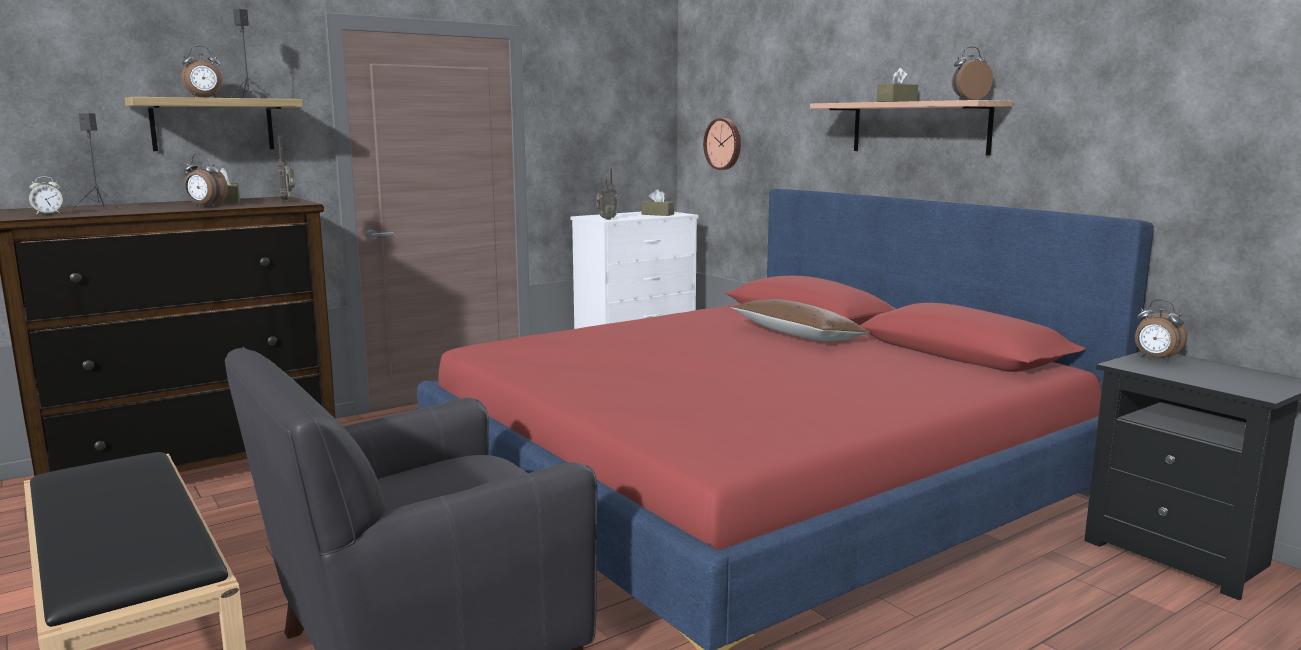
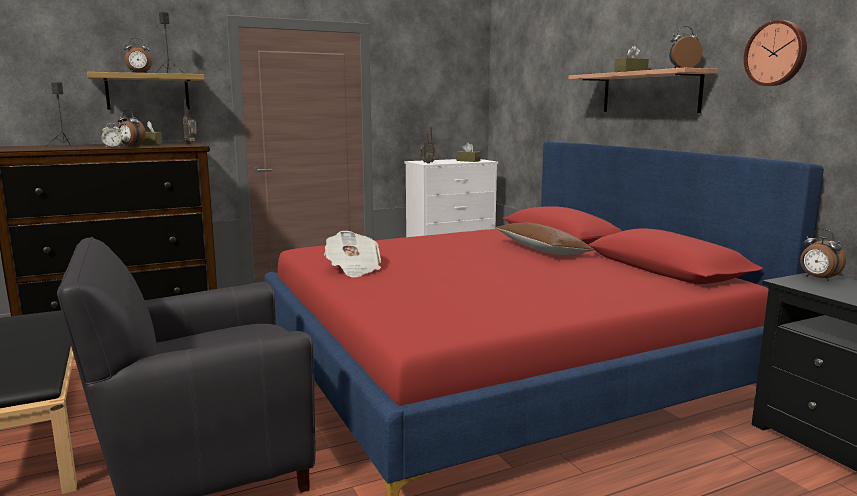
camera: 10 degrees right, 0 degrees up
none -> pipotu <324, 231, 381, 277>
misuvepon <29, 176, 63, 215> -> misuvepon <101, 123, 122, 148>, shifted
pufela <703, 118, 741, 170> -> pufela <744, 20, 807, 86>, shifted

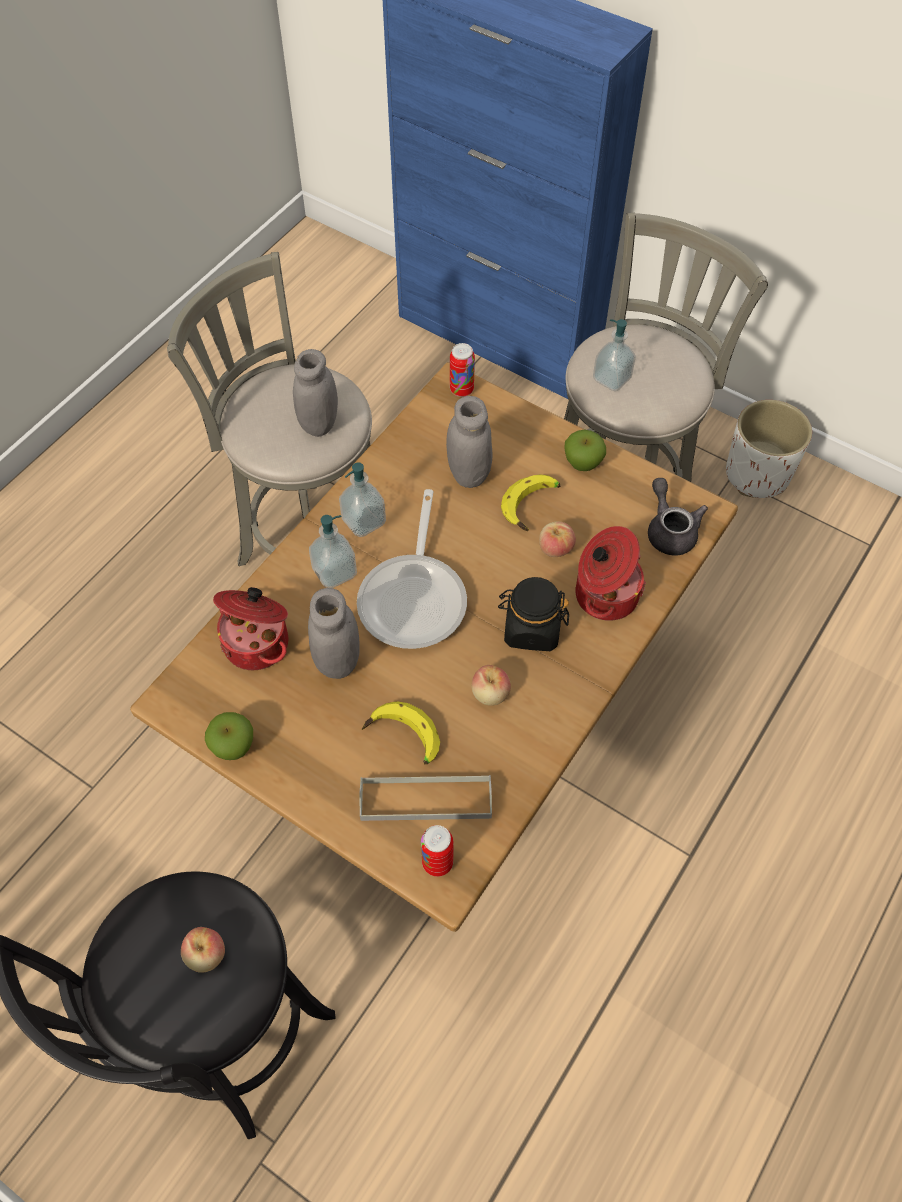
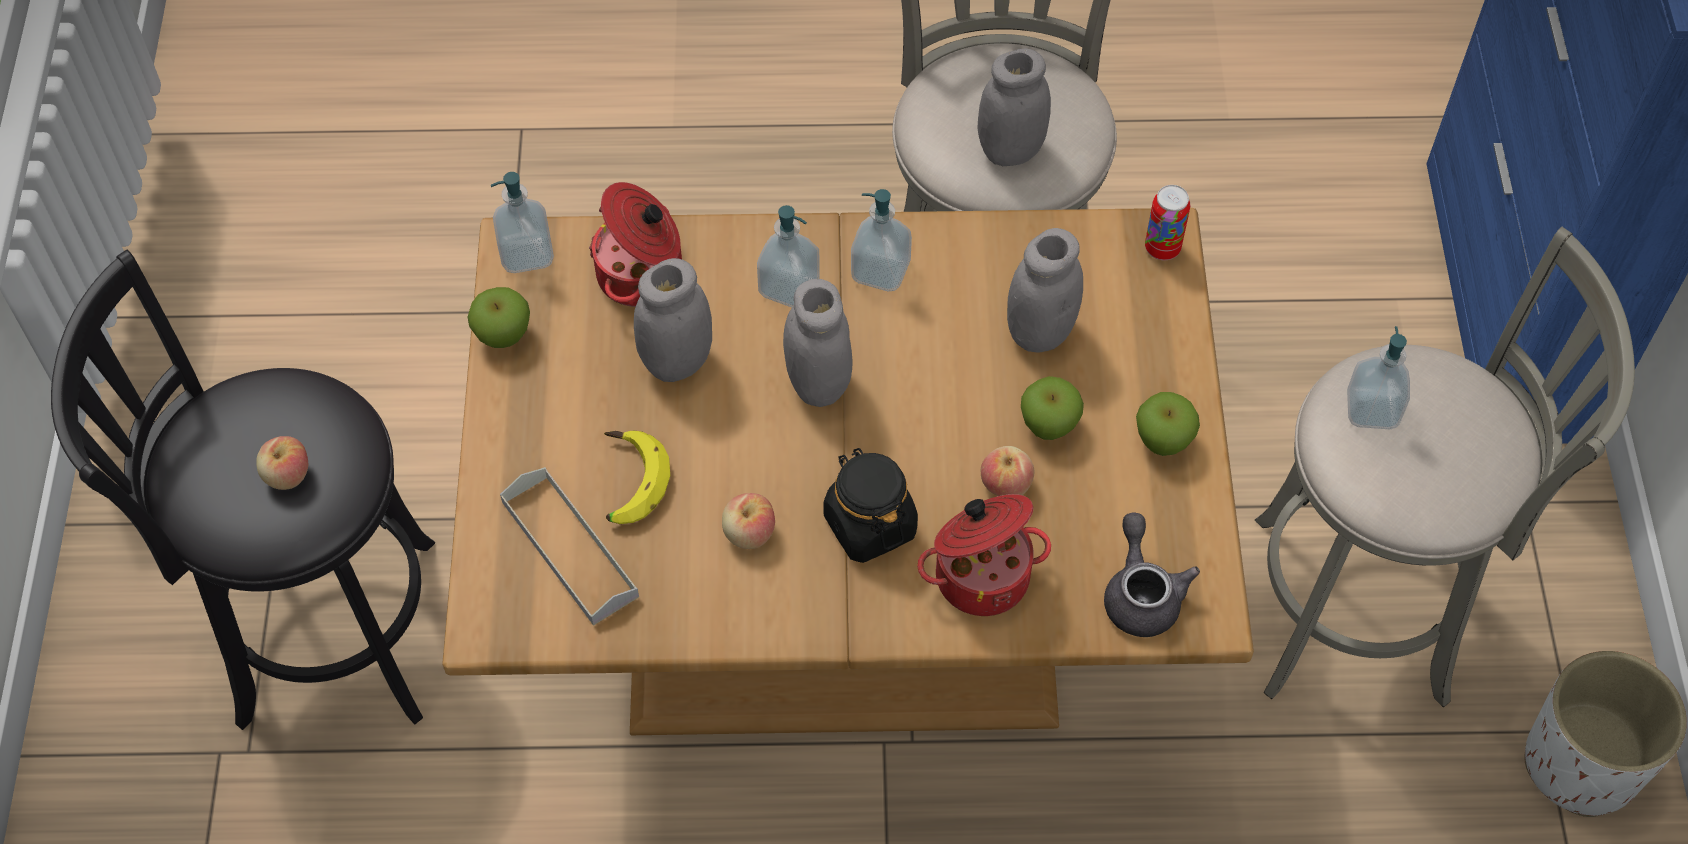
camera: 55 degrees right, 0 degrees up
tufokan <421, 825, 453, 877> -> none
none -> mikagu <491, 172, 554, 273>
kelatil <357, 489, 467, 649> -> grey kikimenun <783, 279, 852, 407>
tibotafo <501, 474, 560, 531> -> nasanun <1021, 376, 1084, 440>
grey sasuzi <648, 478, 708, 555> -> grey sasuzi <1104, 512, 1200, 637>, 45 degrees counterclockwise

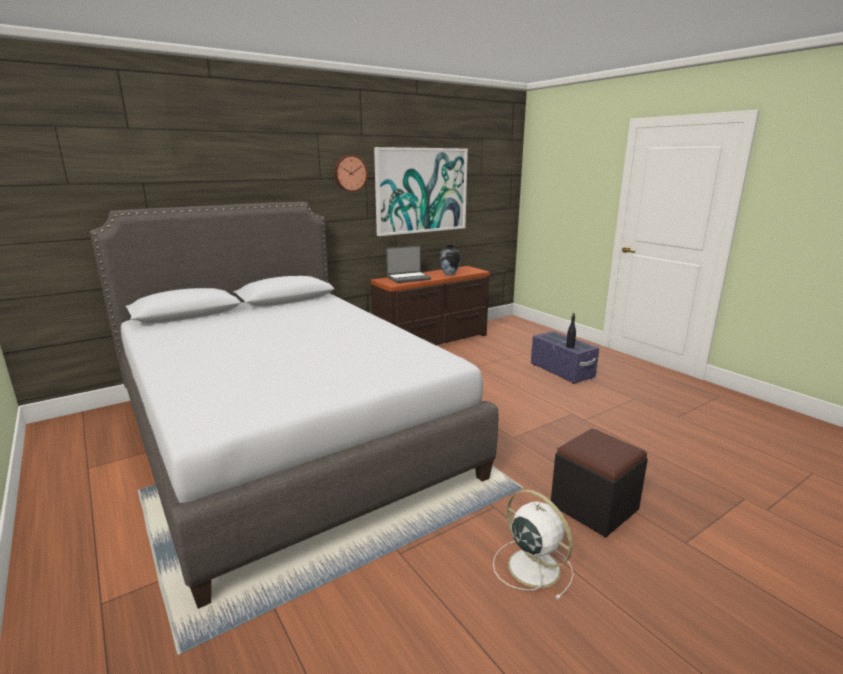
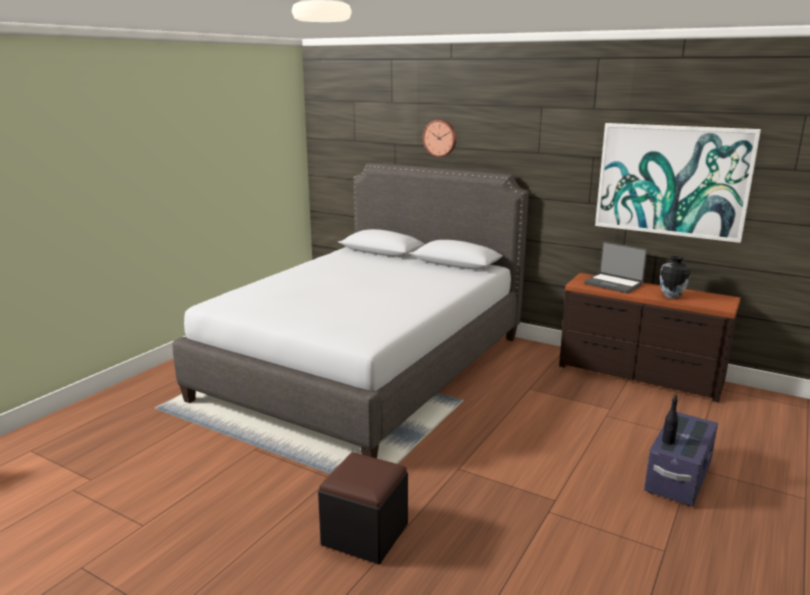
camera: 65 degrees right, 0 degrees up
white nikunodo <493, 489, 574, 600> -> none
pufela <334, 155, 368, 192> -> pufela <422, 120, 456, 157>, shifted

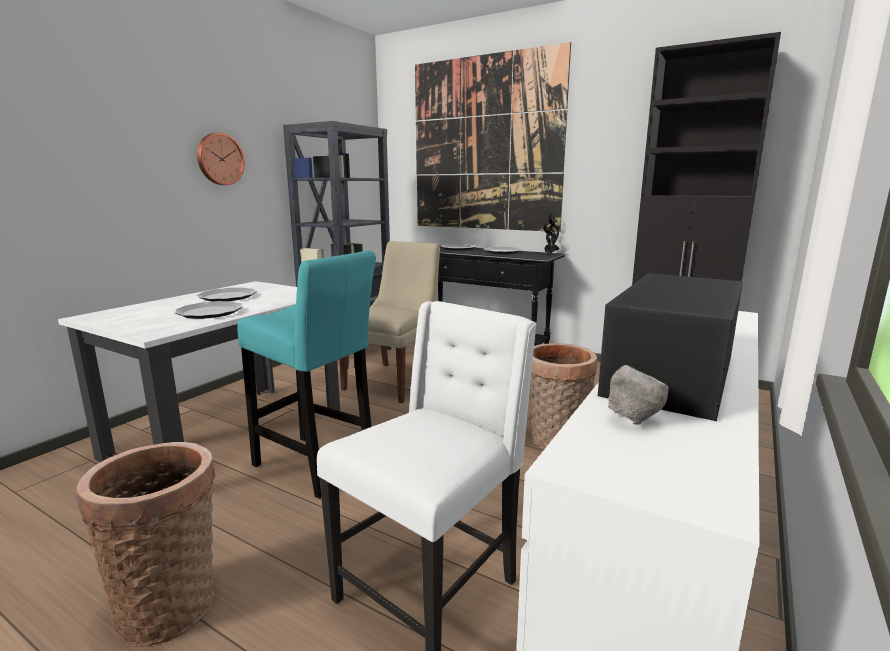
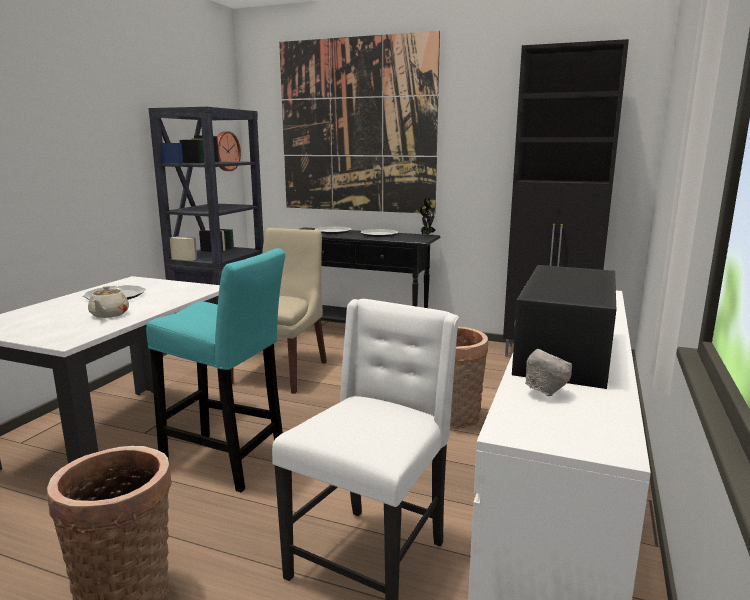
camera: 10 degrees left, 0 degrees up
pufela <197, 133, 245, 185> -> pufela <217, 131, 241, 171>, shifted
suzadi <175, 301, 243, 319> -> beige sasuzi <88, 286, 129, 318>

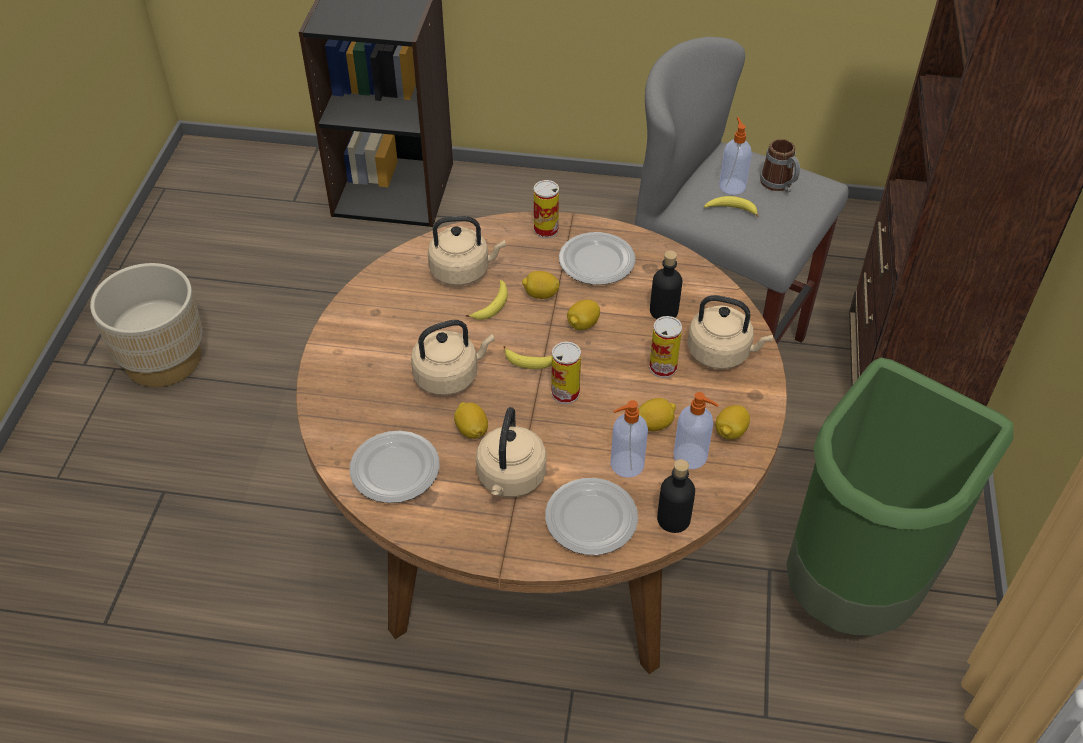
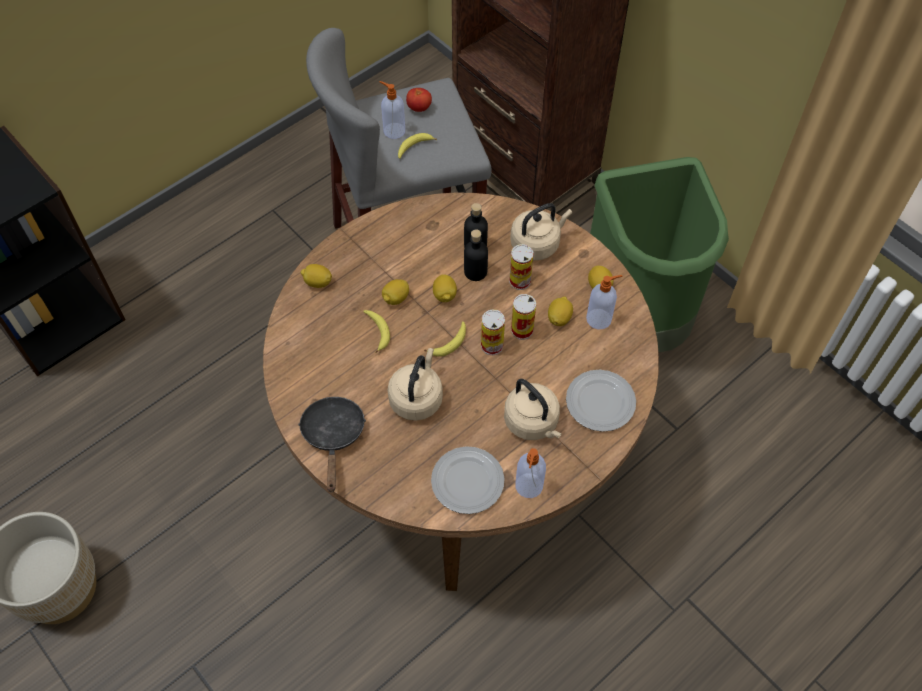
camera: 50 degrees left, 10 degrees up
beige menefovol <428, 216, 506, 286> -> none
suzadi <559, 232, 636, 285> -> none
none -> black kelatil <298, 397, 366, 492>
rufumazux <454, 402, 488, 439> -> rufumazux <301, 264, 332, 288>, shifted
tufokan <534, 180, 559, 238> -> tufokan <511, 294, 536, 340>, shifted
mikagu <610, 400, 648, 478> -> mikagu <515, 448, 546, 498>, shifted
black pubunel <657, 459, 695, 533> -> black pubunel <464, 229, 488, 281>, shifted
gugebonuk <760, 139, 800, 193> -> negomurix <406, 88, 432, 112>

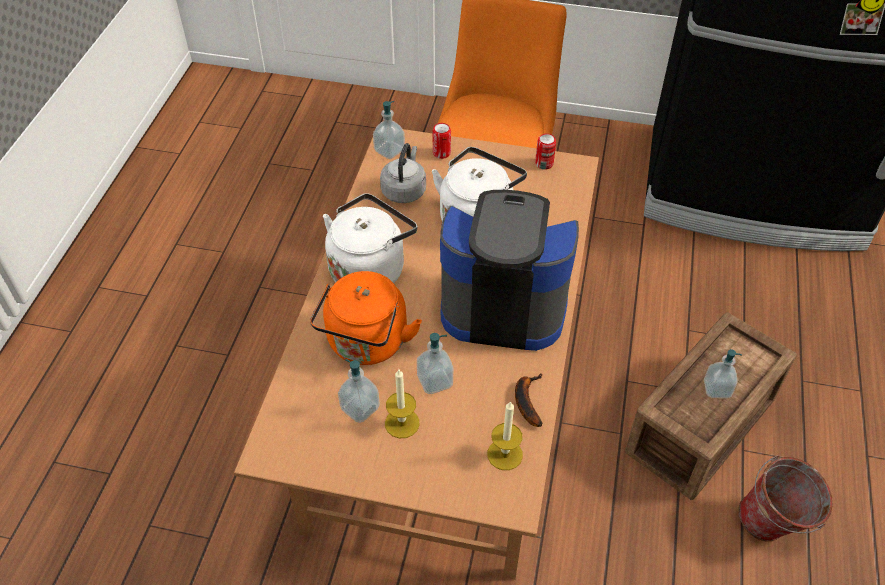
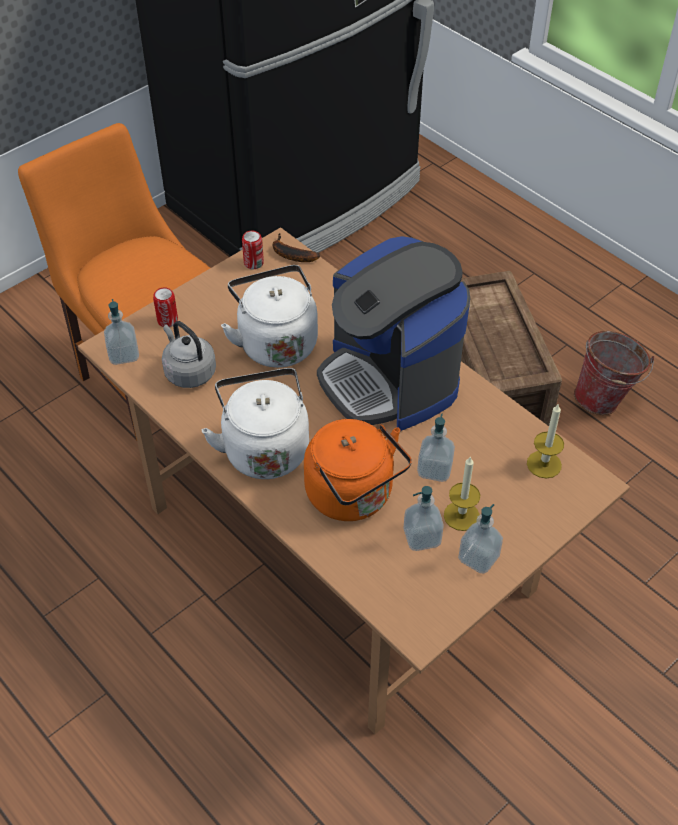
camera: 55 degrees left, 0 degrees up
tibotafo <515, 374, 543, 427> -> tibotafo <273, 233, 320, 262>, shifted
mikagu <704, 349, 742, 398> -> mikagu <458, 504, 503, 574>, shifted
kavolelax <440, 190, 579, 351> -> kavolelax <317, 236, 470, 431>, 75 degrees counterclockwise

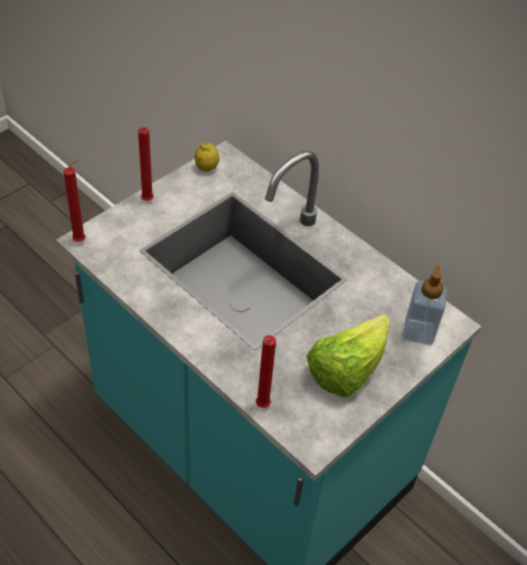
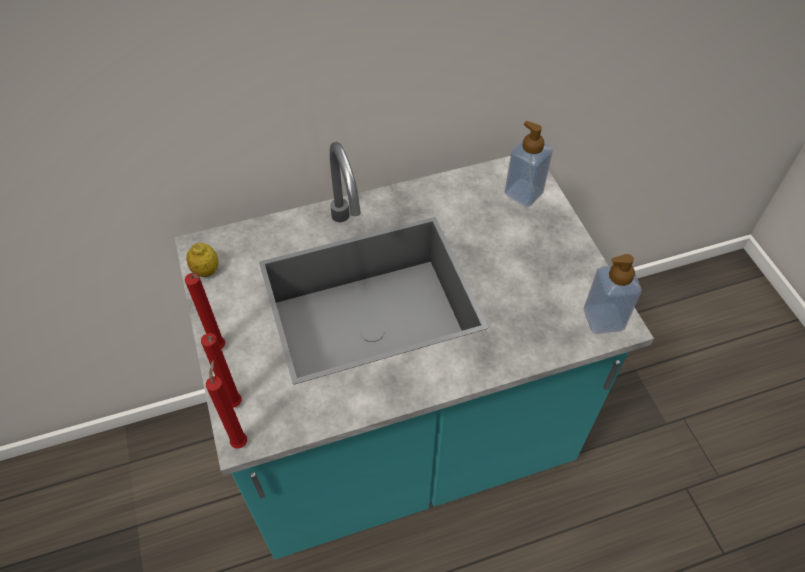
camera: 60 degrees left, 5 degrees up
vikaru <307, 314, 390, 397> -> none
none -> mikagu <584, 254, 642, 334>
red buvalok <256, 335, 276, 408> -> red buvalok <201, 333, 242, 407>, shifted

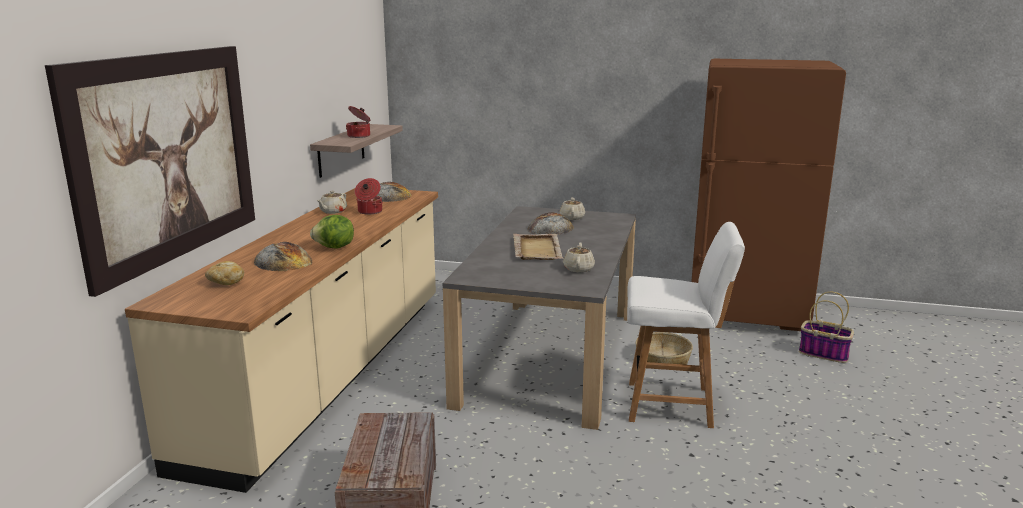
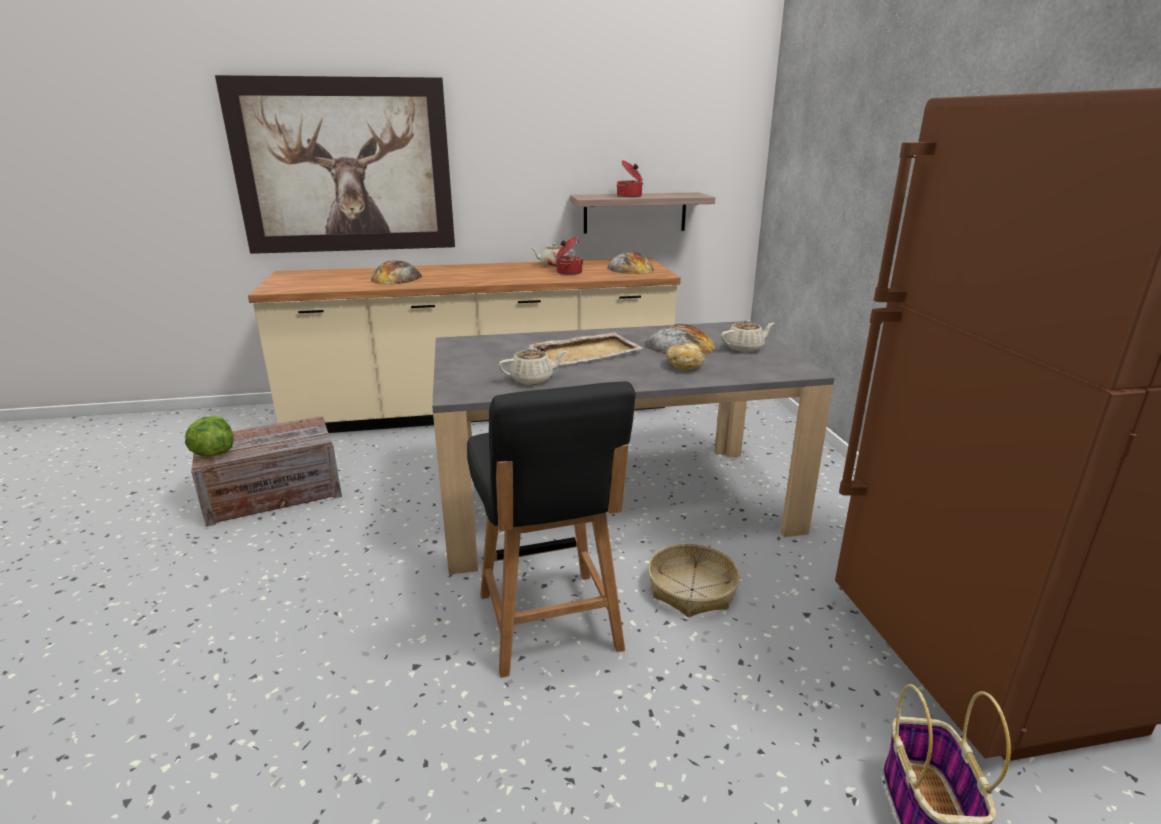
camera: 65 degrees right, 5 degrees up
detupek <205, 261, 244, 285> -> detupek <666, 343, 705, 370>, shifted
vikaru <310, 215, 354, 249> -> vikaru <185, 416, 234, 457>, shifted
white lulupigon <627, 222, 745, 428> -> black lulupigon <467, 382, 636, 678>

